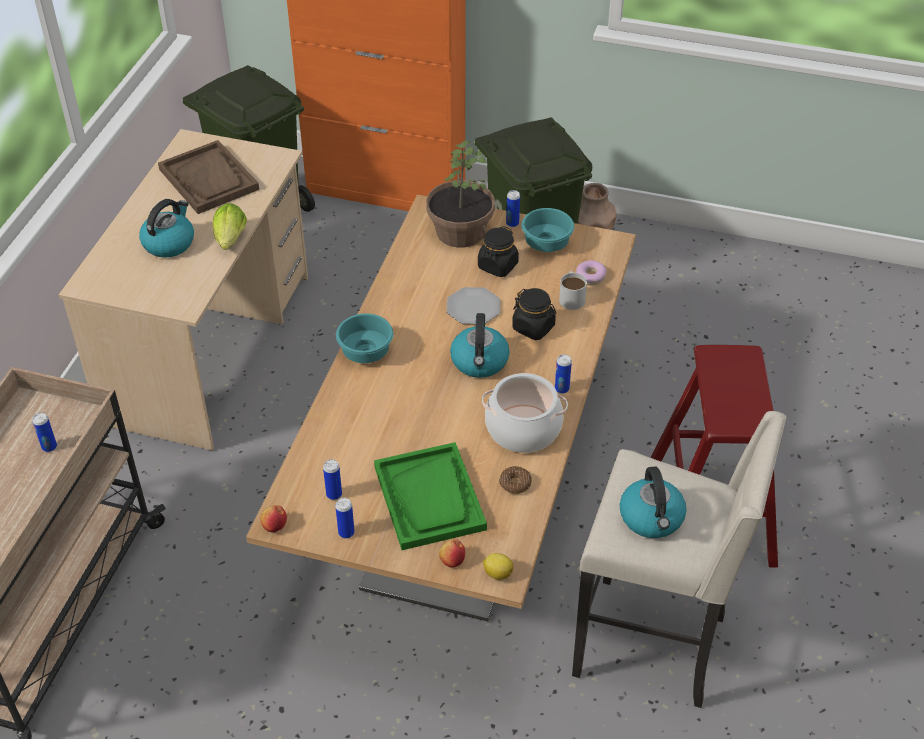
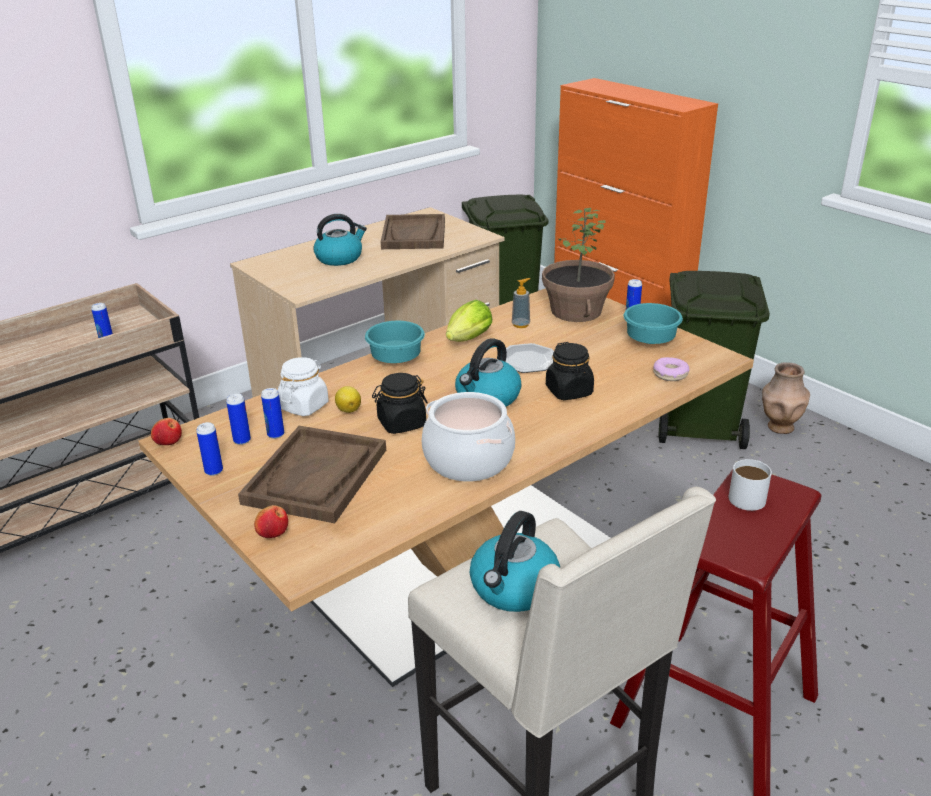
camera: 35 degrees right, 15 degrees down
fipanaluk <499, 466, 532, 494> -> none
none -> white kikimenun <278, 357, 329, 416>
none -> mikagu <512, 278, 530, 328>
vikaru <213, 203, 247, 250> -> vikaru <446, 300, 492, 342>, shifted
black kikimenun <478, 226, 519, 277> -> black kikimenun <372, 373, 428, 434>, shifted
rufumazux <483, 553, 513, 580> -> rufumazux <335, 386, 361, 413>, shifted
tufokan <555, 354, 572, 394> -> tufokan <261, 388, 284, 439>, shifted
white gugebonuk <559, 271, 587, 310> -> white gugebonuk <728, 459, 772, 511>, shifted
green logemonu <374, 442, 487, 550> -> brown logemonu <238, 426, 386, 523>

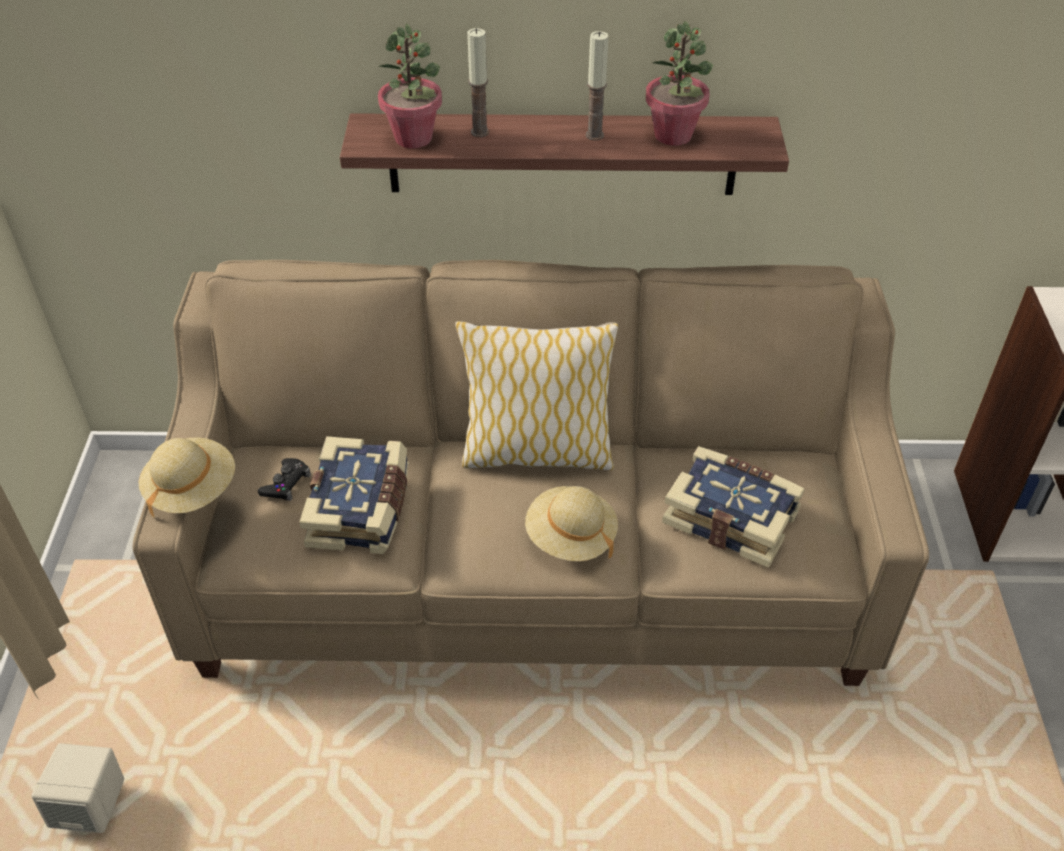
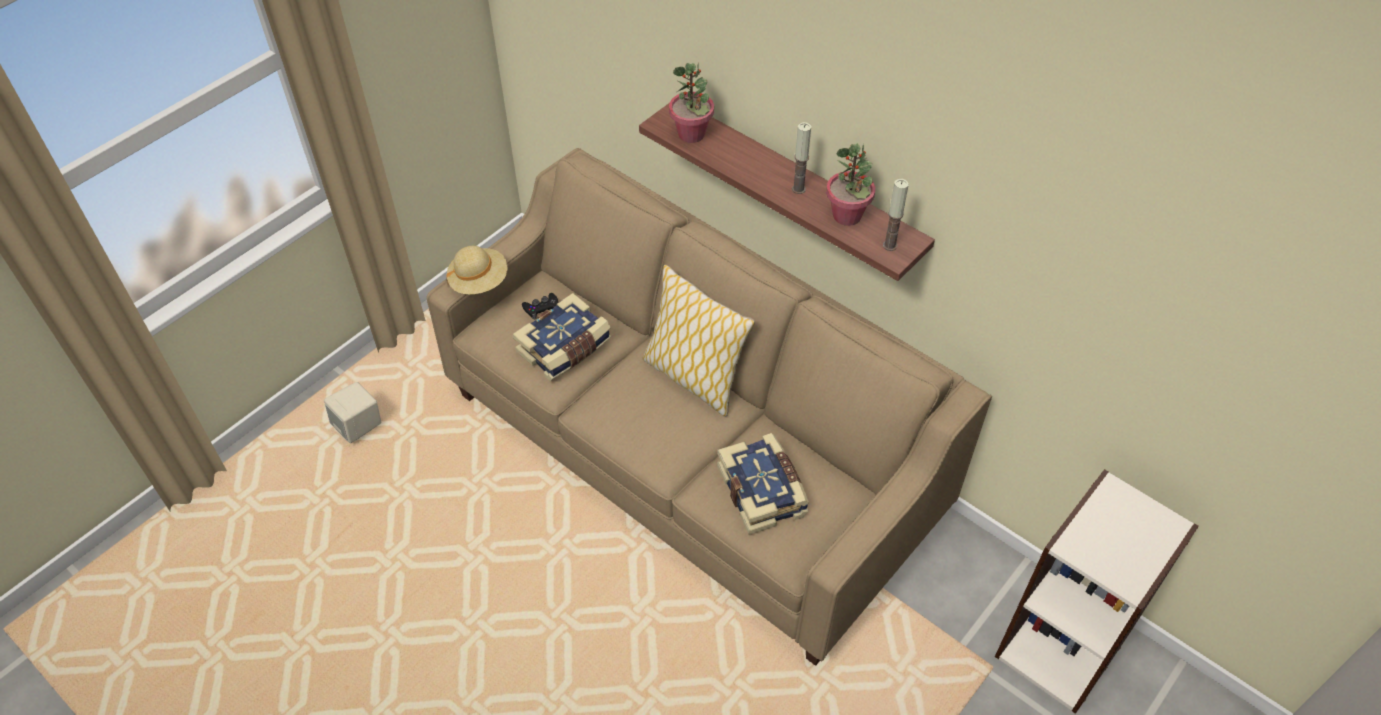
camera: 40 degrees right, 5 degrees up
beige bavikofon <525, 486, 618, 561> -> none
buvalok <467, 28, 489, 137> -> buvalok <883, 179, 909, 251>, shifted

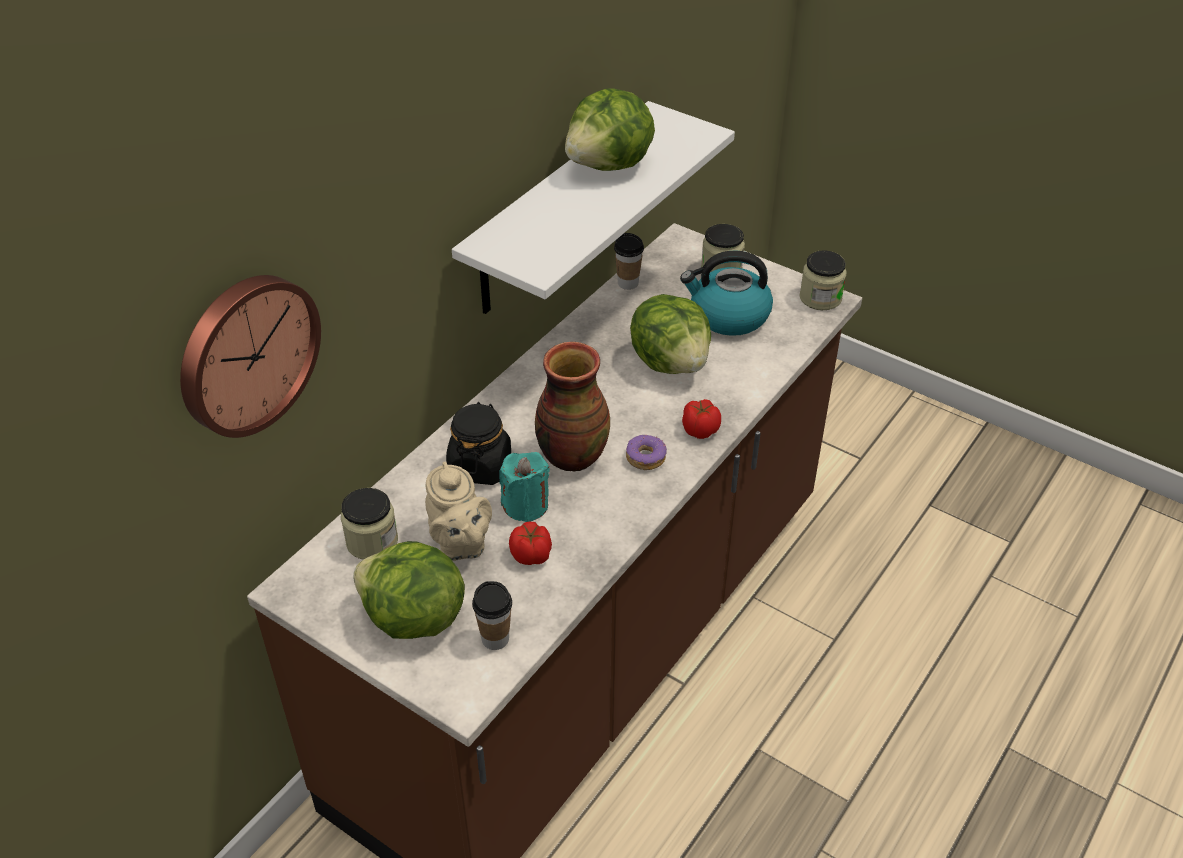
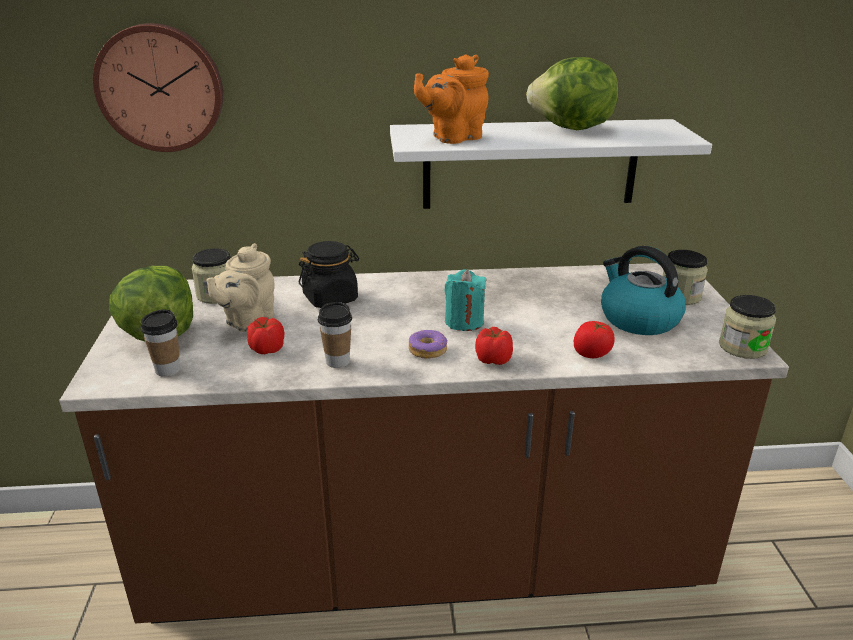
camera: 50 degrees right, 15 degrees down
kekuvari <535, 342, 610, 472> -> none
vikaru <630, 294, 711, 374> -> none
none -> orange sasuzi <414, 54, 489, 144>
none -> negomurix <574, 321, 615, 358>
turquoise buvalok <499, 452, 550, 522> -> turquoise buvalok <445, 270, 487, 331>, shifted
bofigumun <614, 233, 644, 290> -> bofigumun <318, 302, 352, 368>, shifted

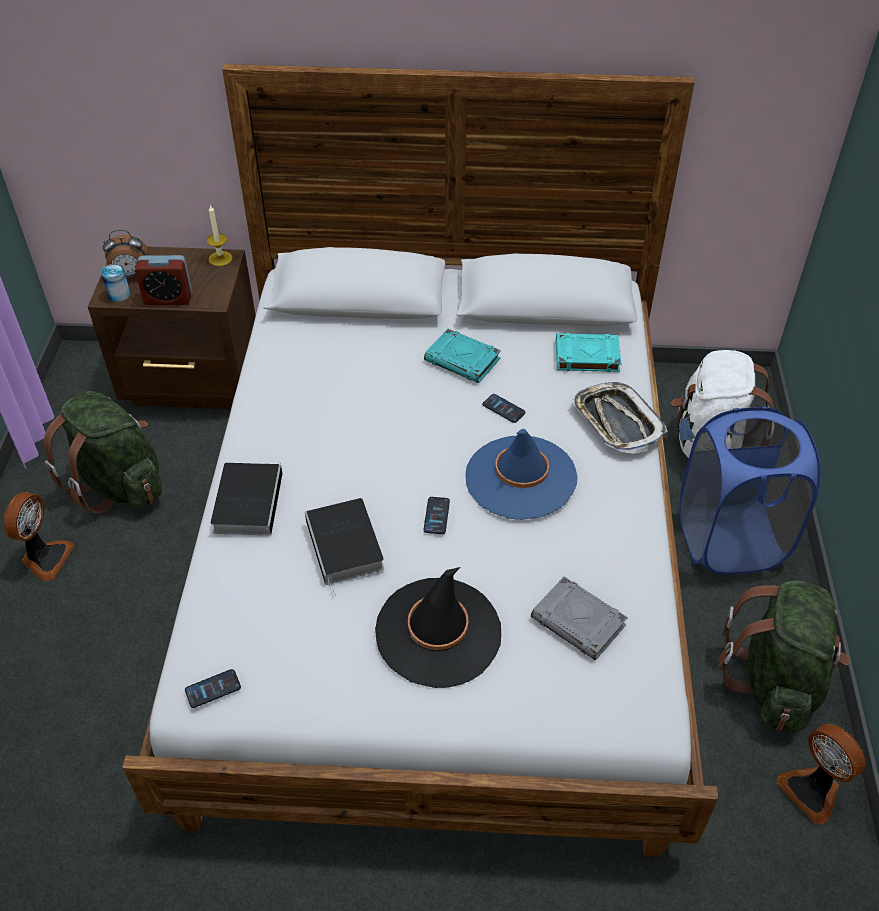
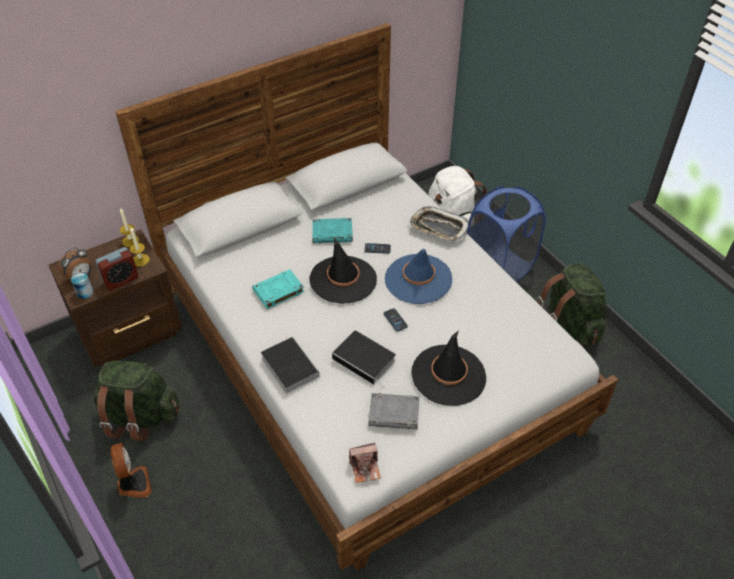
camera: 35 degrees left, 0 degrees up
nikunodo <777, 724, 865, 824> -> none
none -> buvalok <130, 227, 150, 266>
none -> black bavikofon <309, 237, 377, 304>
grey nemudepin <531, 576, 628, 660> -> grey nemudepin <368, 393, 419, 429>, shifted
turquoise nemudepin <556, 333, 622, 372> -> turquoise nemudepin <252, 269, 305, 309>, shifted
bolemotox <185, 669, 241, 708> -> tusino <349, 442, 381, 483>

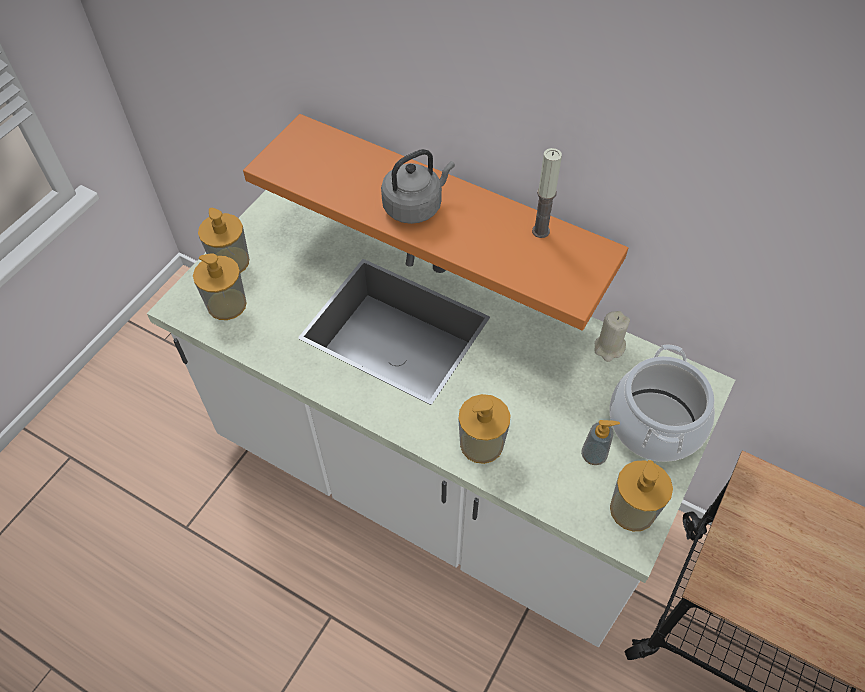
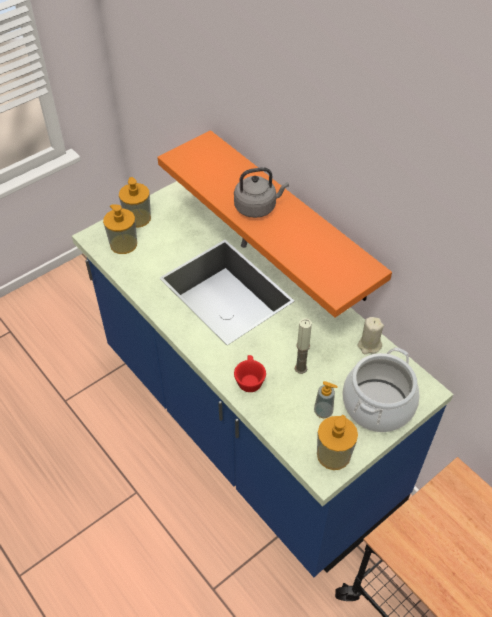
camera: 20 degrees right, 5 degrees down
buvalok <532, 148, 562, 238> -> buvalok <295, 318, 312, 374>, shifted
mikagu <458, 394, 510, 464> -> red bofigumun <234, 355, 266, 392>
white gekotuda <147, 190, 735, 647> -> blue gekotuda <72, 181, 453, 577>

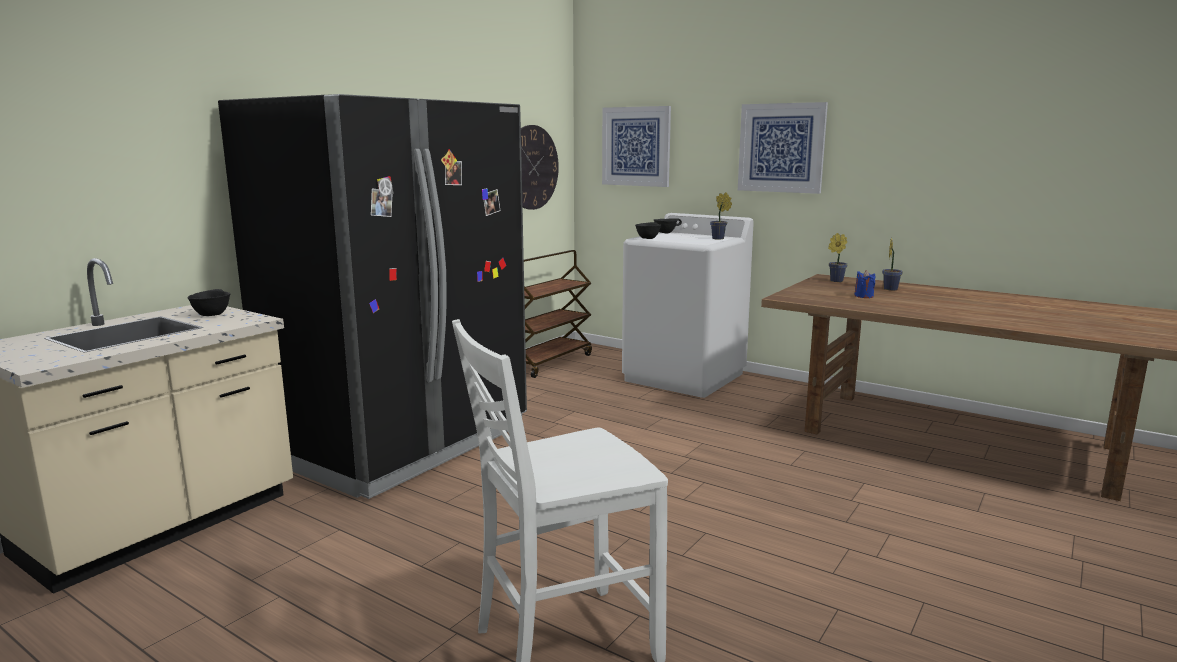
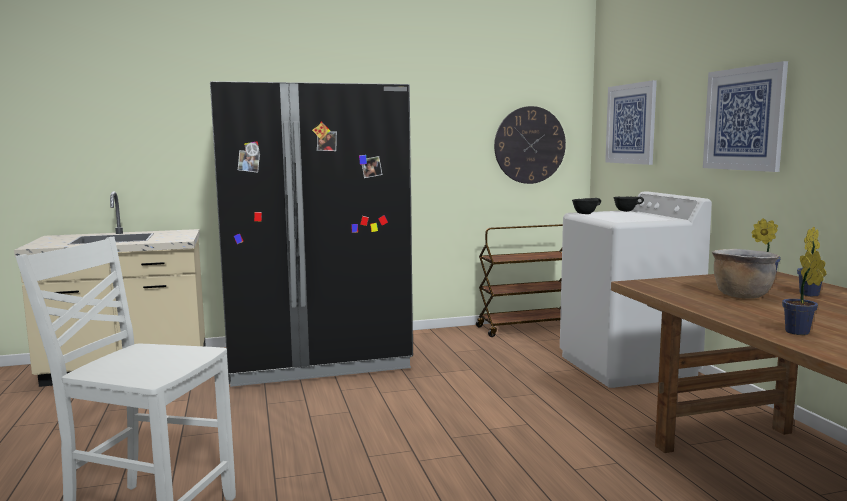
camera: 40 degrees right, 5 degrees down
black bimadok <187, 289, 231, 316> -> none
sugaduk <710, 192, 732, 240> -> sugaduk <782, 251, 827, 335>, shifted
blue buvalok <854, 270, 875, 298> -> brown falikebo <712, 249, 779, 299>

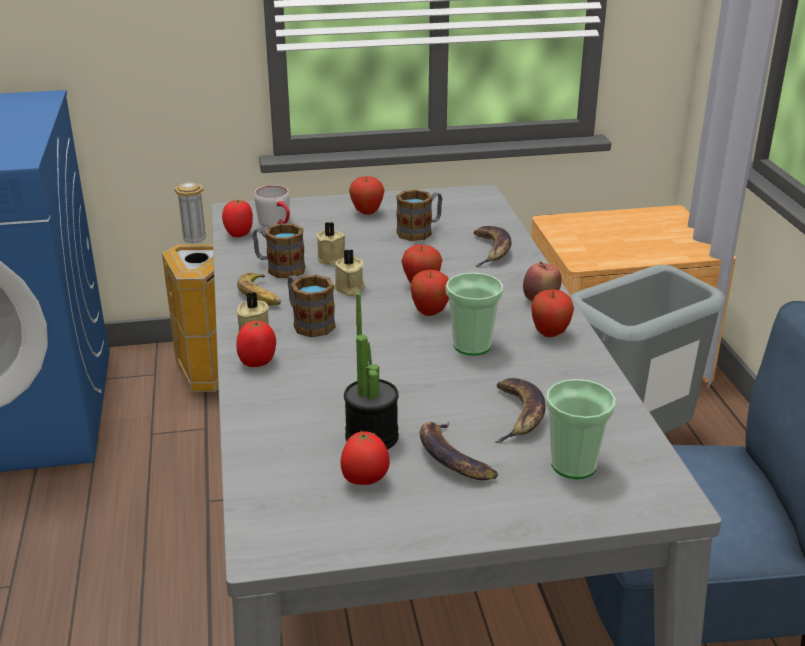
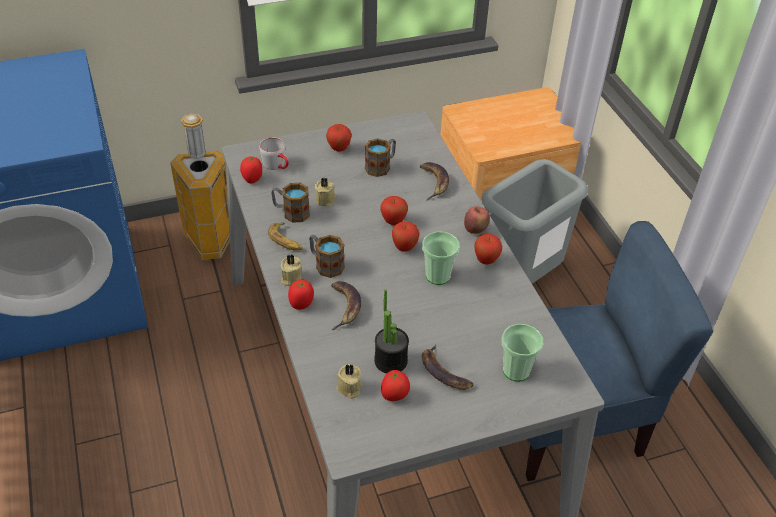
camera: 10 degrees left, 15 degrees up
beige buvalok <334, 249, 365, 296> -> beige buvalok <337, 364, 362, 399>, shifted
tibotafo <495, 378, 546, 443> -> tibotafo <331, 281, 361, 330>, shifted

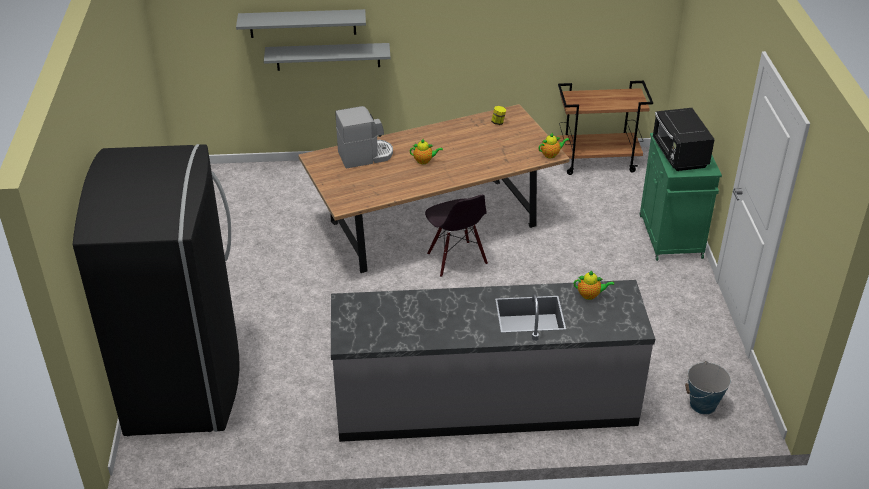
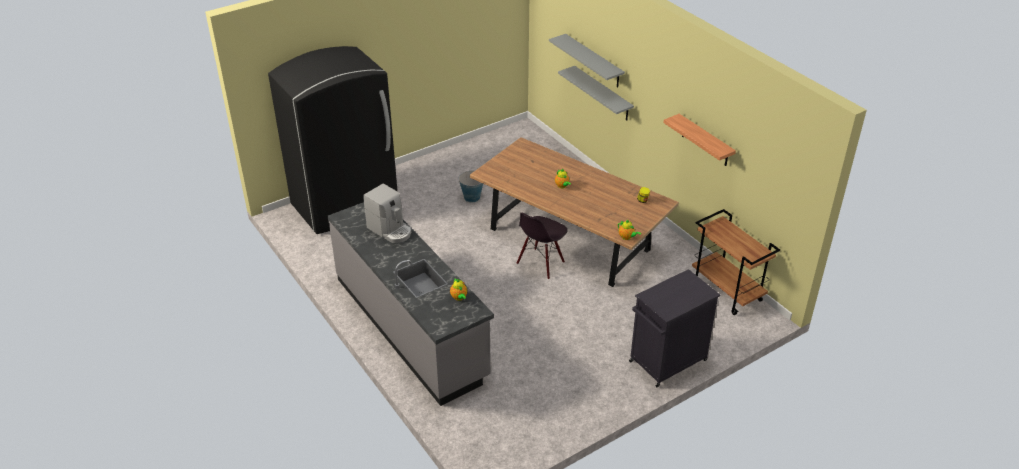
camera: 60 degrees right, 0 degrees up
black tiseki <653, 108, 715, 171> -> none
none -> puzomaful <664, 114, 736, 166>
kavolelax <335, 106, 393, 169> -> kavolelax <363, 183, 411, 243>, shifted
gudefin <685, 361, 731, 414> -> gudefin <458, 171, 483, 203>, shifted
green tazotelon <640, 133, 722, 261> -> black tazotelon <629, 269, 720, 387>

